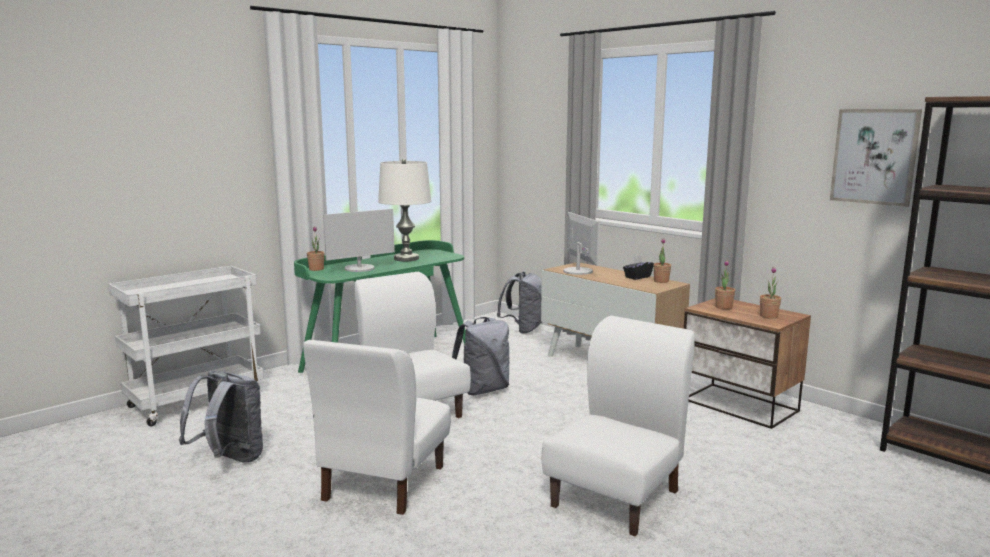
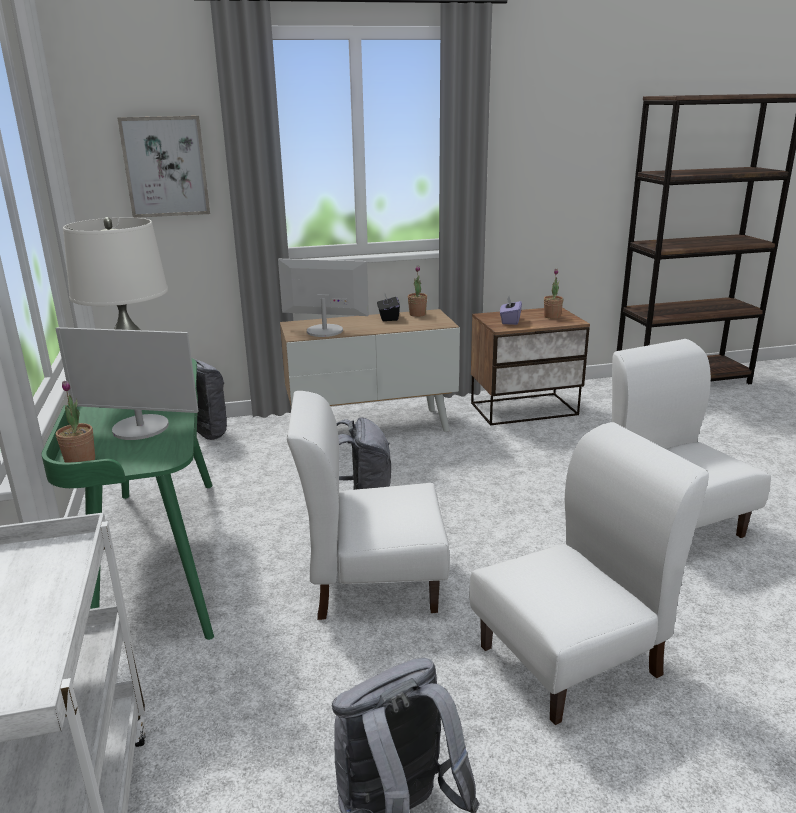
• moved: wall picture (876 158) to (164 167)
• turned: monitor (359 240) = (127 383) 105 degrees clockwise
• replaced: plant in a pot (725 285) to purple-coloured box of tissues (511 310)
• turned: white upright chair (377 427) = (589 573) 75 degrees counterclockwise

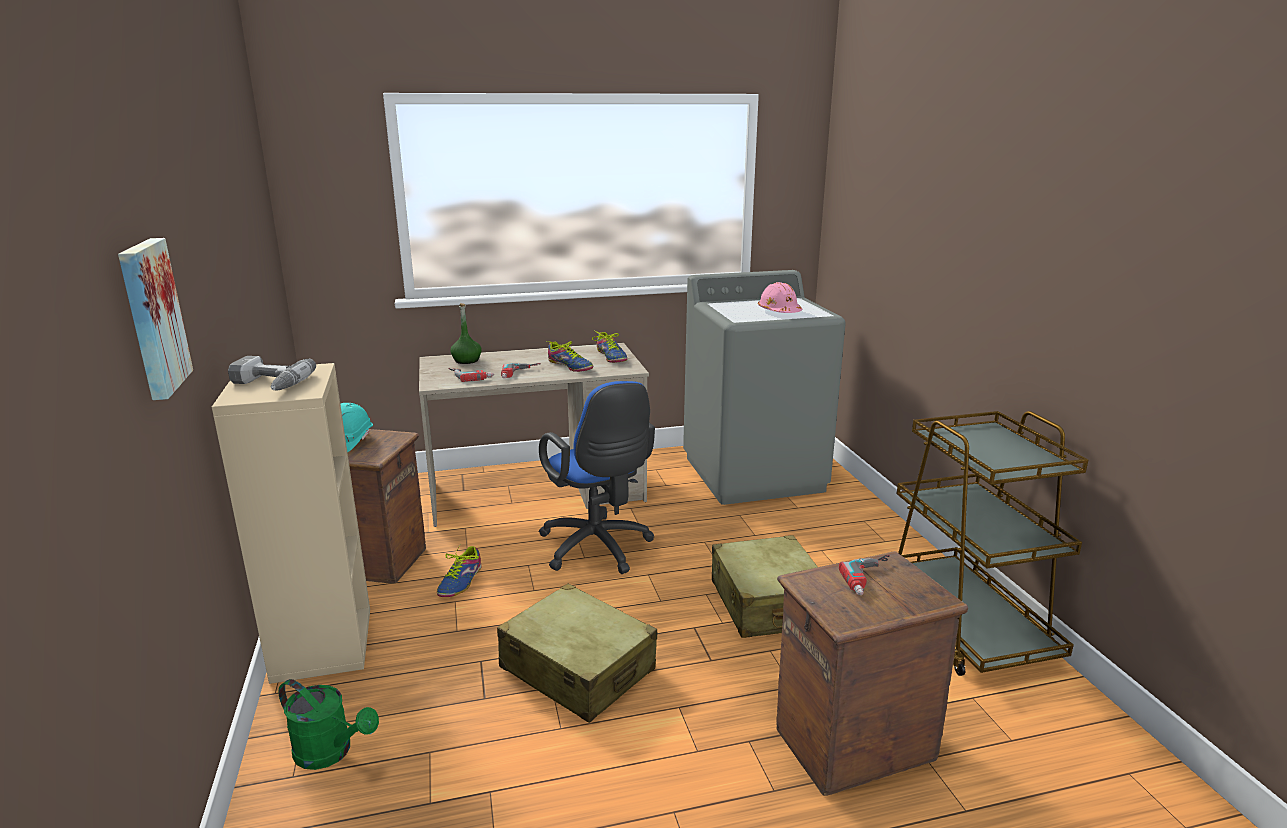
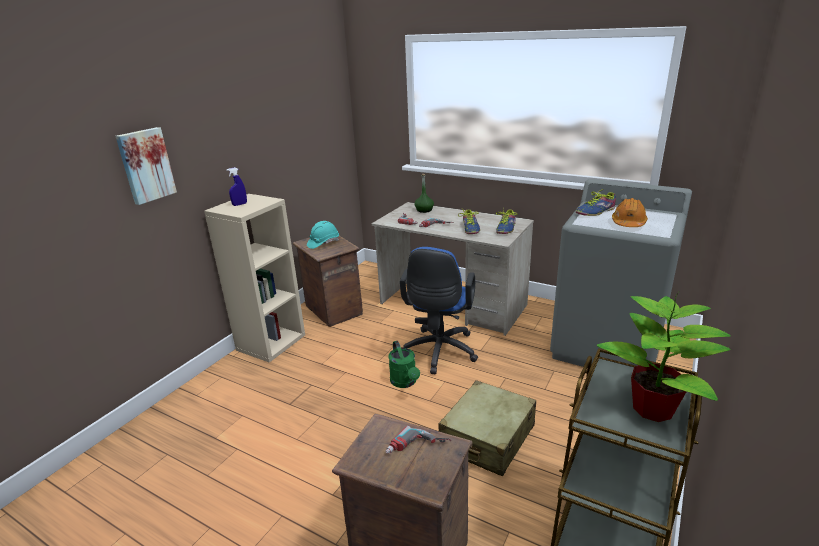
• recoloured: pinkish work helmet (780 297) to orange-coloured work helmet (630 212)
• replaced: power drill (272 373) to bluish spray bottle (237 186)
• moved: low shoe (459 570) to (596 202)
• removed: sand-coloured travel case (577 653)
• moved: green-coloured watering can (329 724) to (404 364)
• added: plant in a pot (664 357)

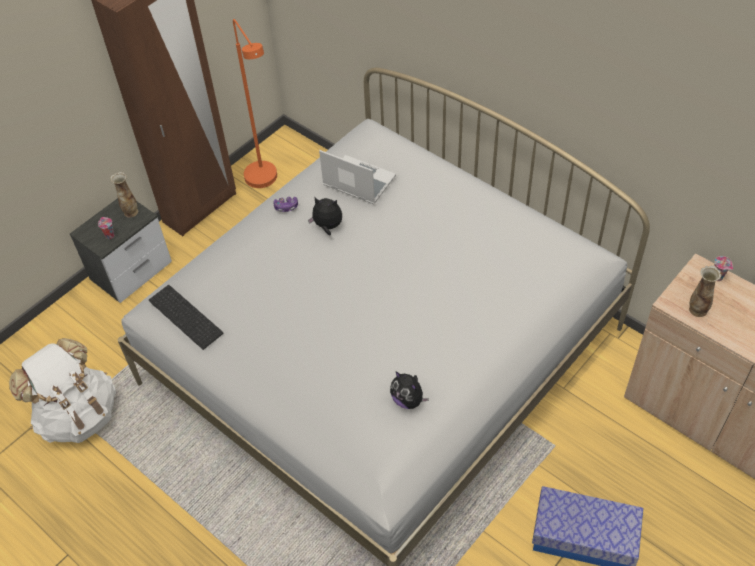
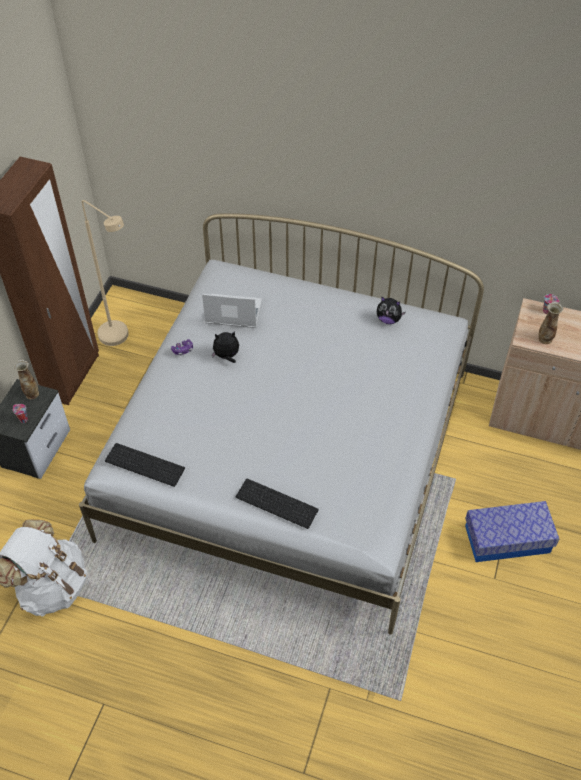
• recoloured: orange-coloured standard lamp (255 103) to sand-coloured standard lamp (105 273)
• moved: cuddly toy (409 390) to (391 310)
• added: PC keyboard (277 504)

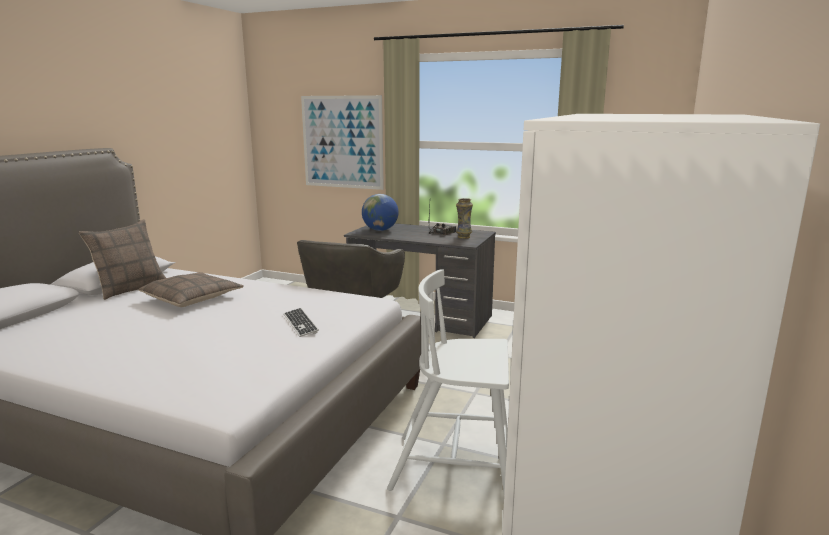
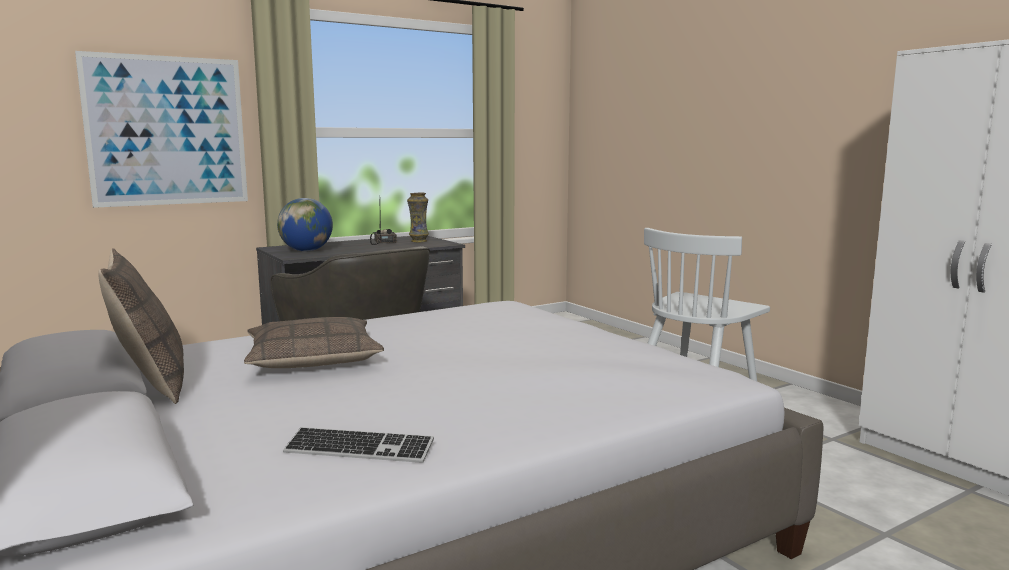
• moved: PC keyboard (301 322) to (358 445)

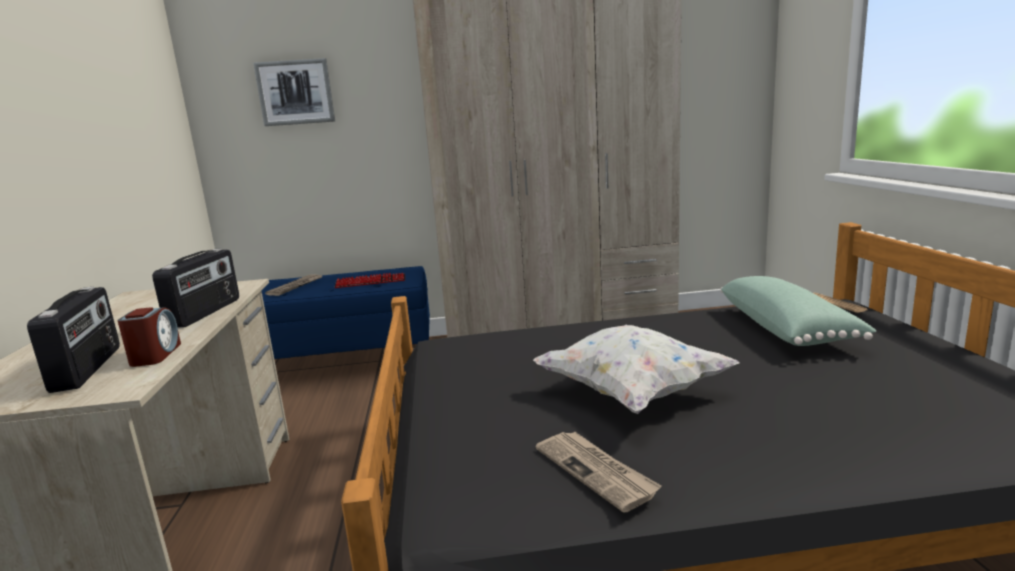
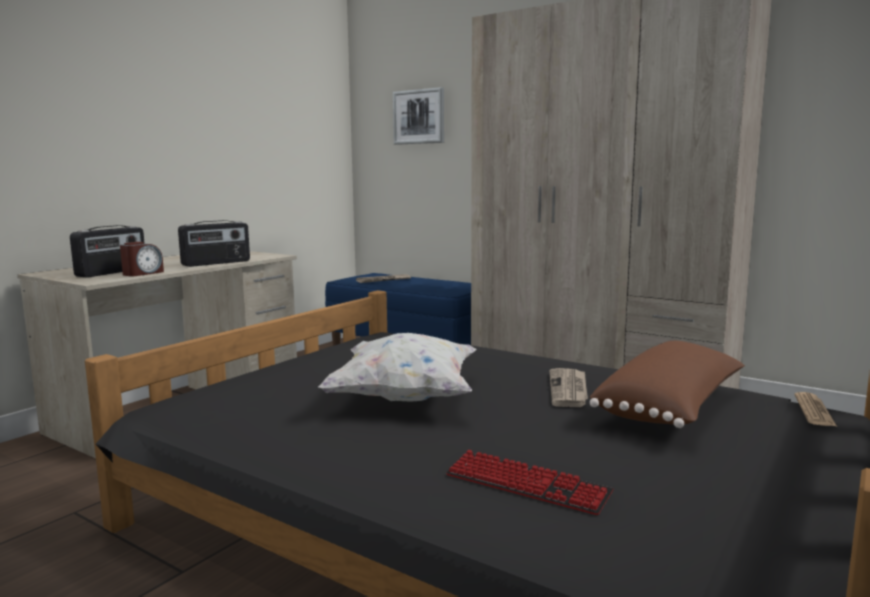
• moved: PC keyboard (369 280) to (529 482)
• recoloured: green-coloured cushion (798 311) to brown-coloured cushion (667 384)
• moved: newspaper (598 472) to (568 387)

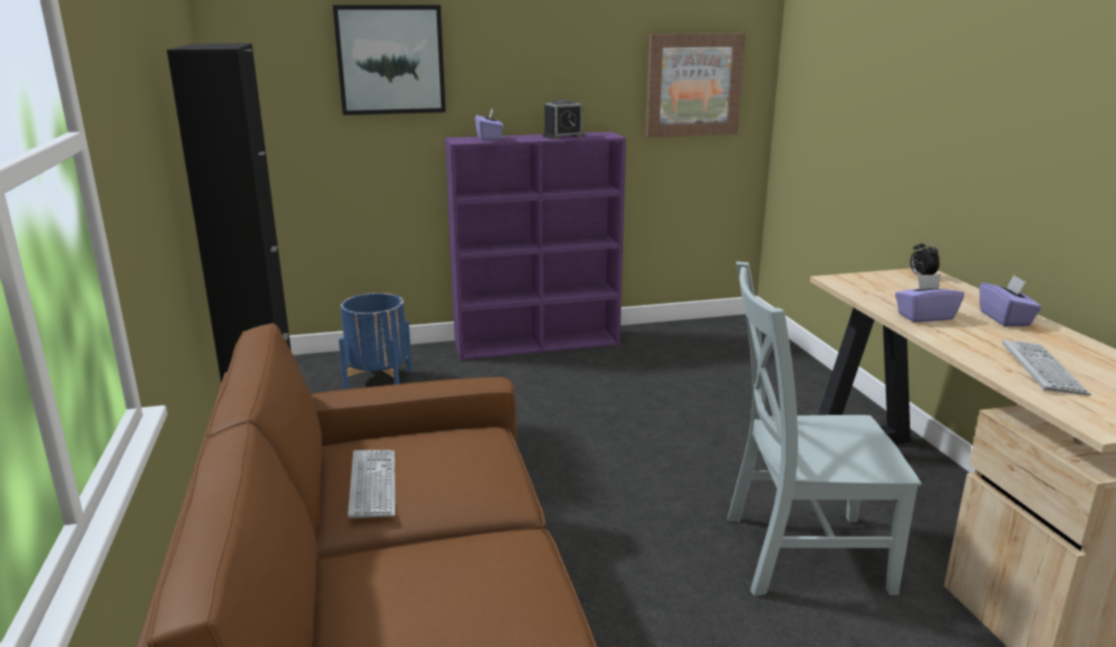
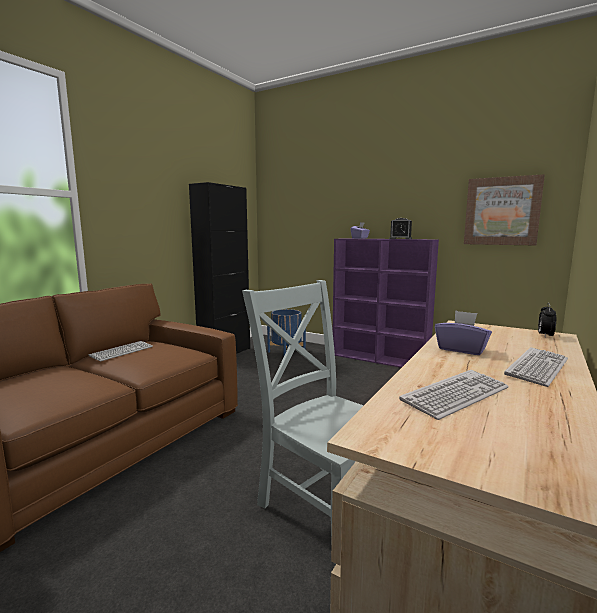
• removed: wall picture (389 60)
• replaced: purple-coloured box of tissues (1010 301) to PC keyboard (536 367)

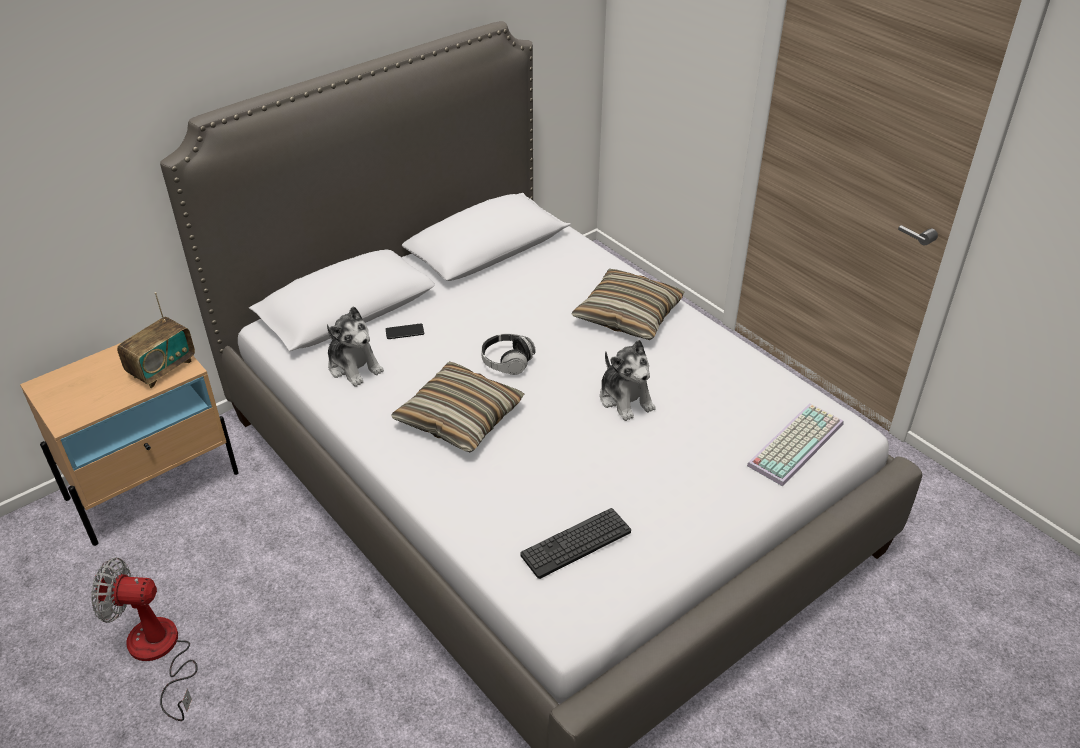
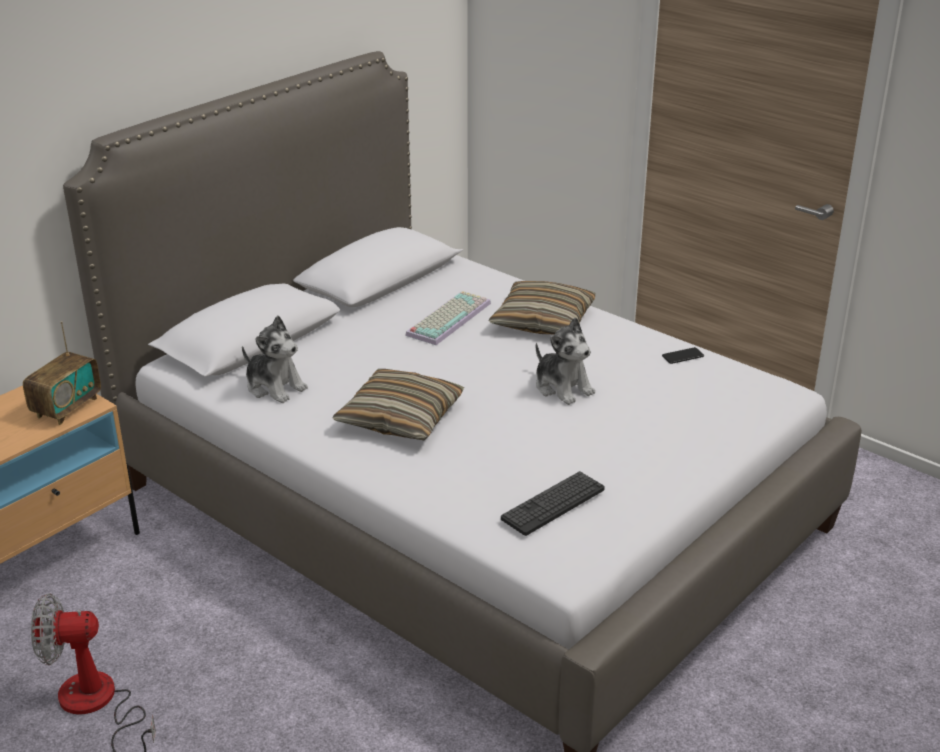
• moved: telephone (404 331) to (683 355)
• removed: headphones (508 354)
• moved: PC keyboard (795 445) to (448 318)

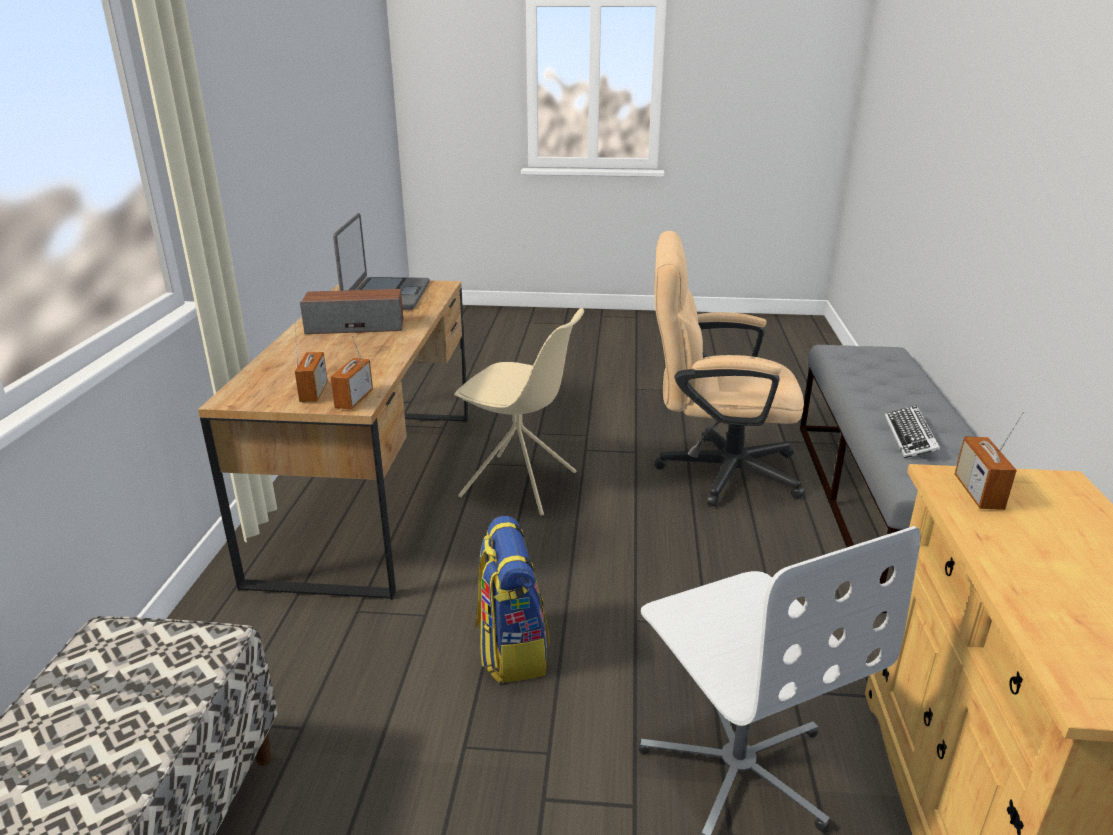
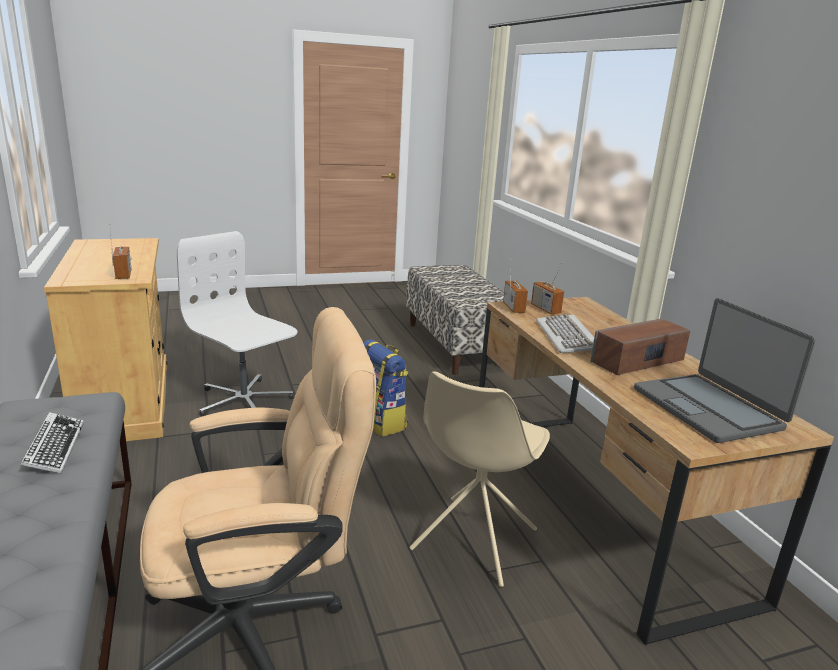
• turned: sand-coloured upright chair (519 412) = (479 479) 60 degrees counterclockwise
• added: PC keyboard (565 333)

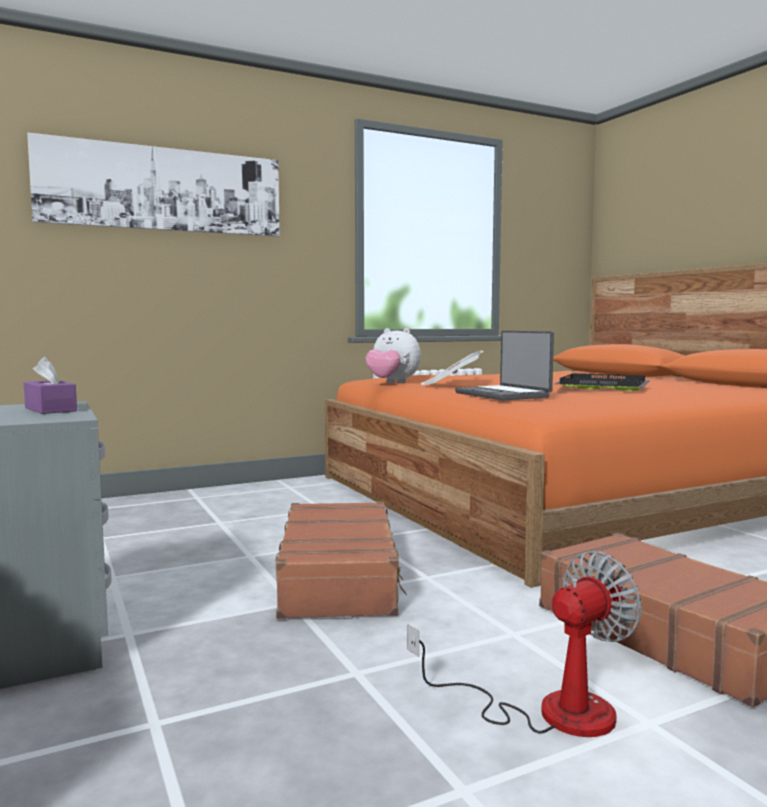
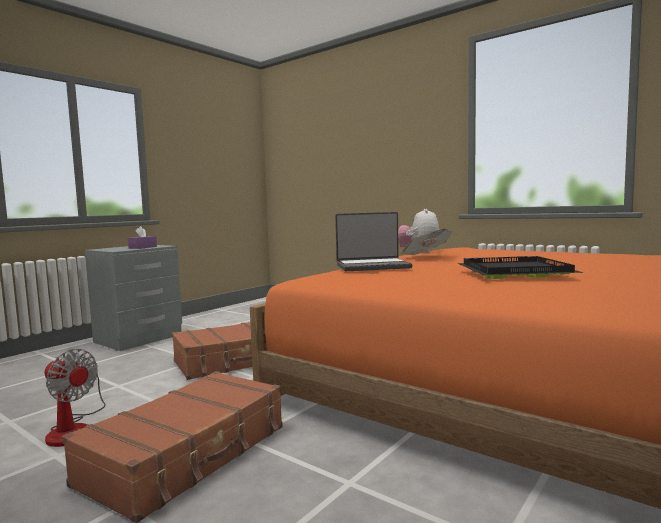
• removed: wall picture (153 185)
• turned: notebook computer (504 365) = (373 241) 135 degrees counterclockwise

